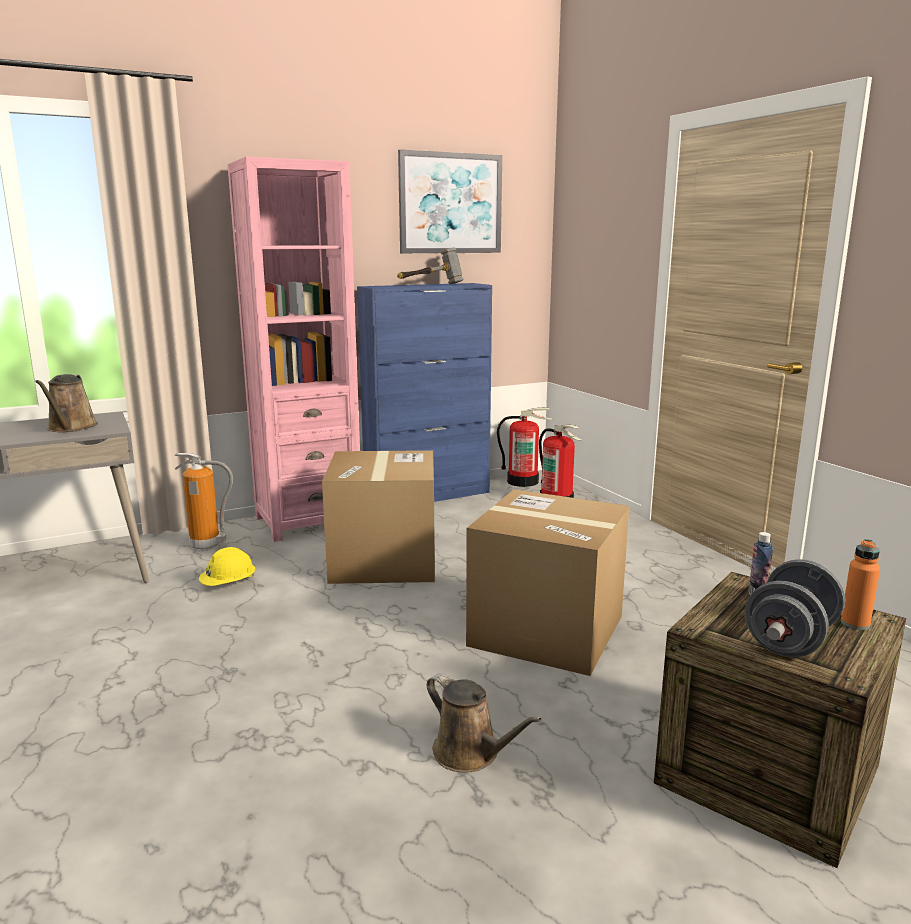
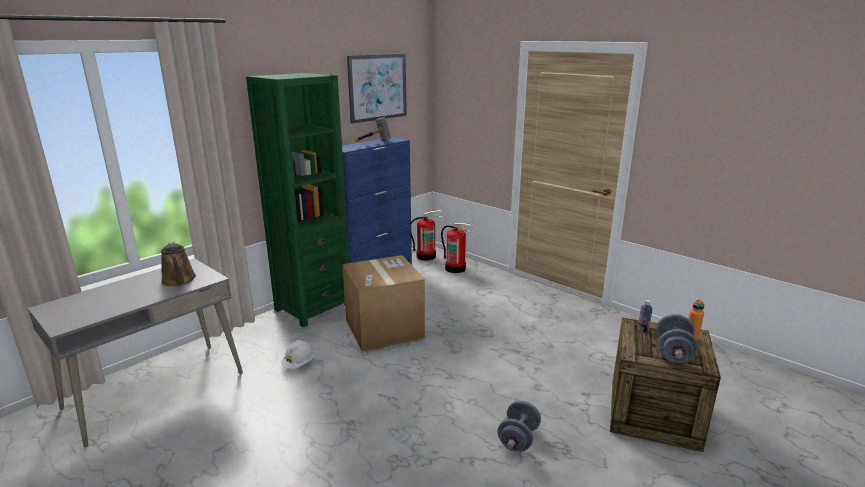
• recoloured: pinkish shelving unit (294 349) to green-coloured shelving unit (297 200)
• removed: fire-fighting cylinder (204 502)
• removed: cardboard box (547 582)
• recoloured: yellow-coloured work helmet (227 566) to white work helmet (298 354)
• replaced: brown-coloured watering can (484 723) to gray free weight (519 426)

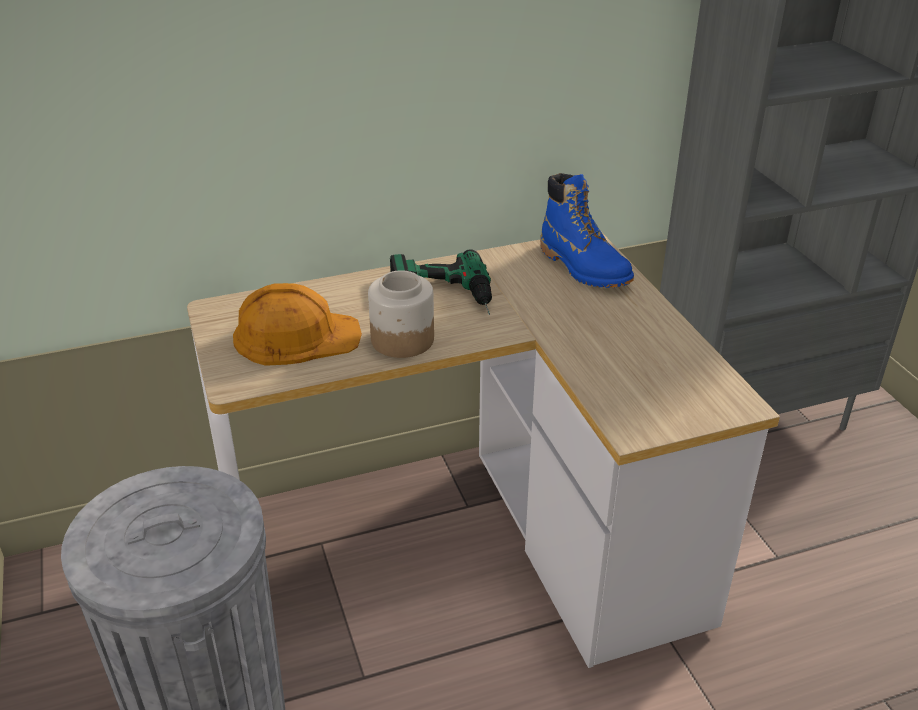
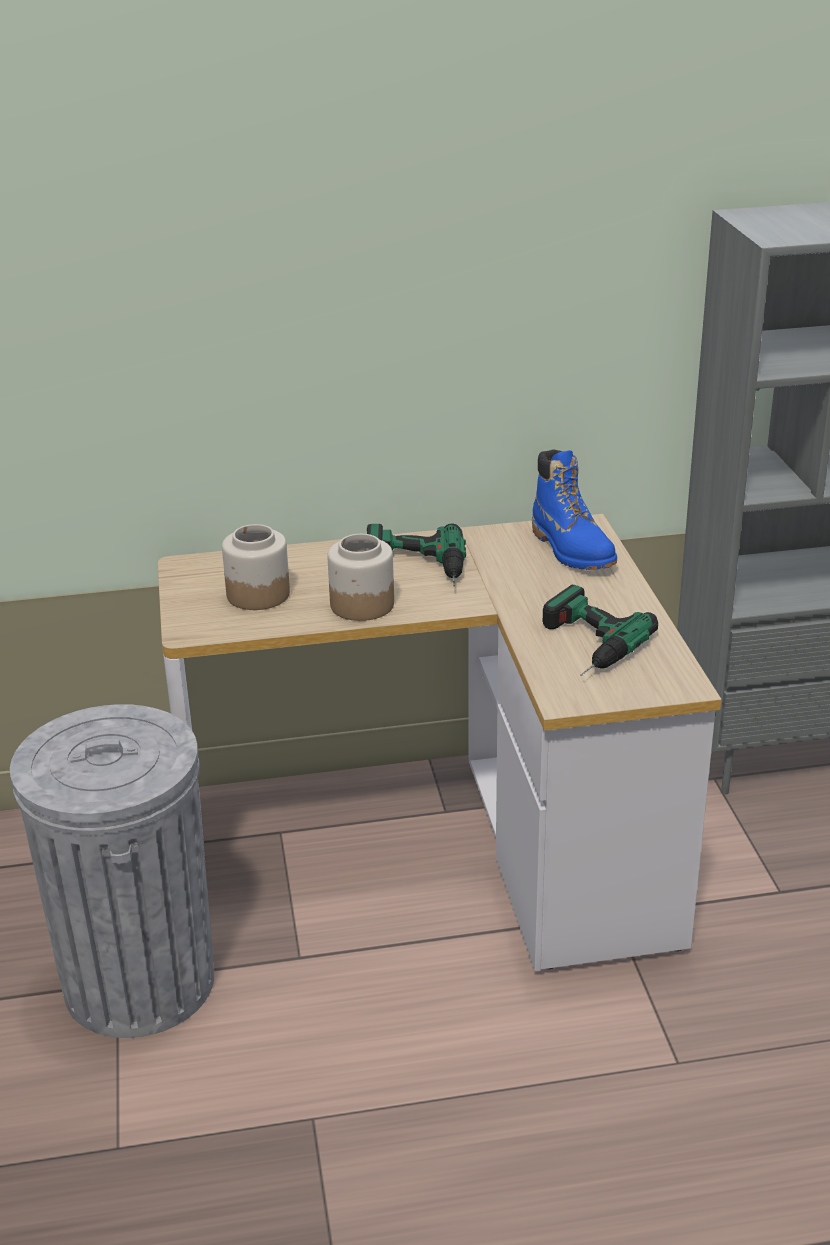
• replaced: orange-coloured work helmet (297 324) to preserve jar (256 567)
• added: power drill (600 630)

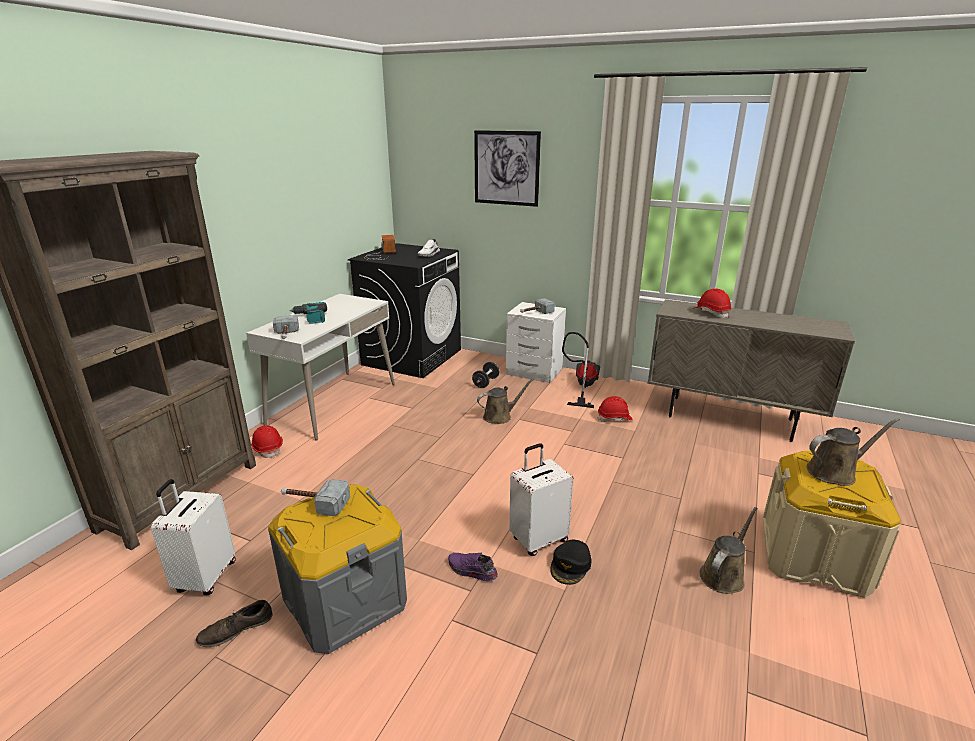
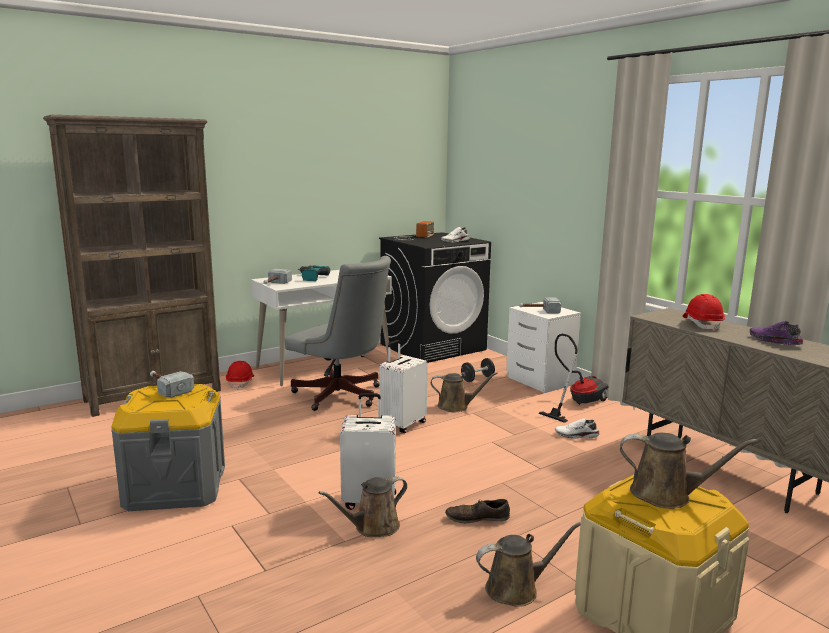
• removed: wall picture (507 168)
• replaced: red work helmet (615 409) to white low shoe (577 428)
• moved: white travel case (193 537) to (403 386)
• replaced: blackish cap (570 562) to brown-coloured watering can (363 506)
• moved: purple-coloured low shoe (473 566) to (776 333)
• moved: brown-coloured low shoe (234 623) to (477 511)
• added: gray computer chair (337 333)

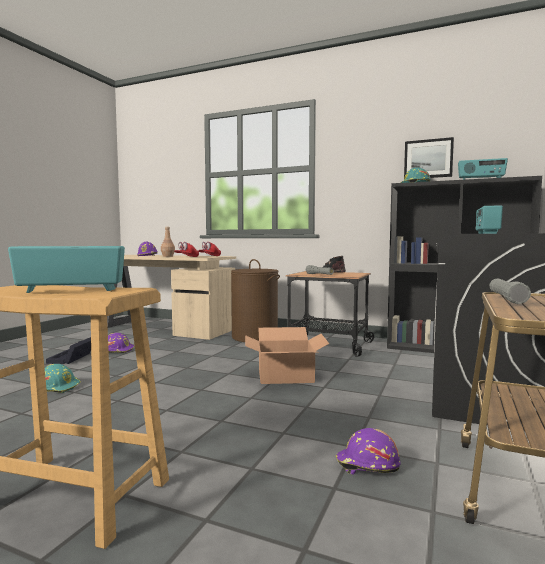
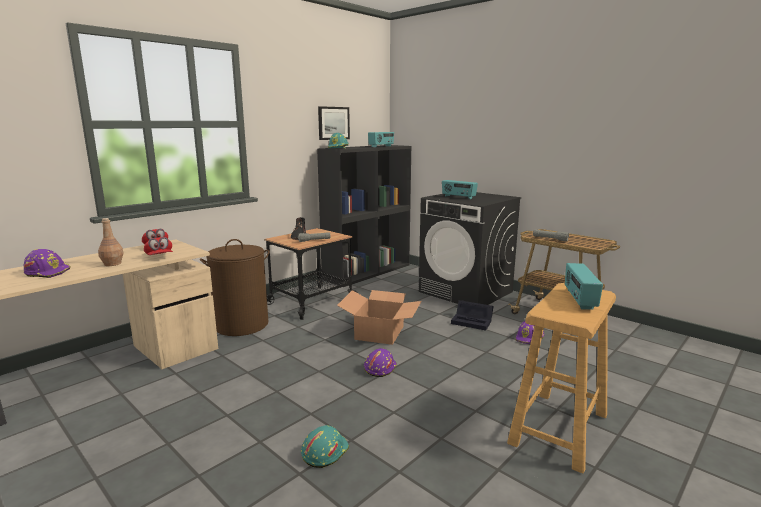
• moved: purple-coloured work helmet (121 343) to (380 362)
• moved: blackish storage box (68 350) to (472 315)

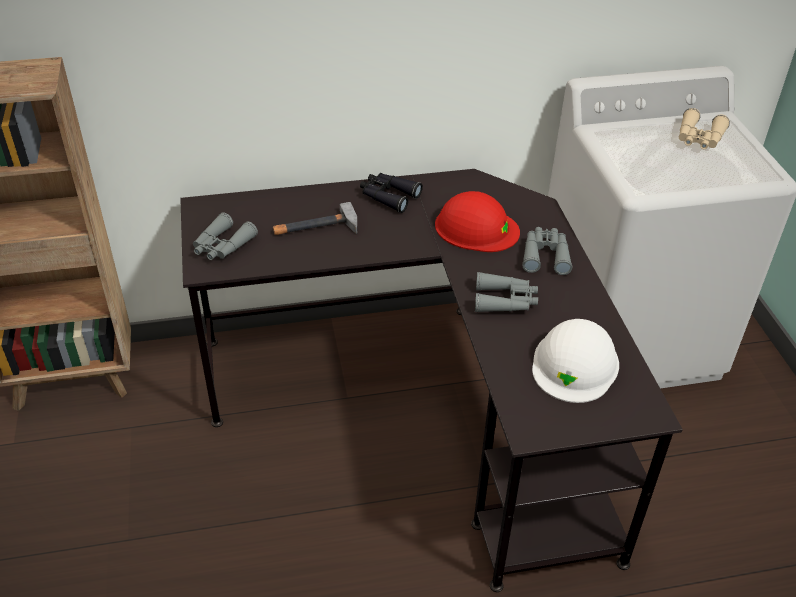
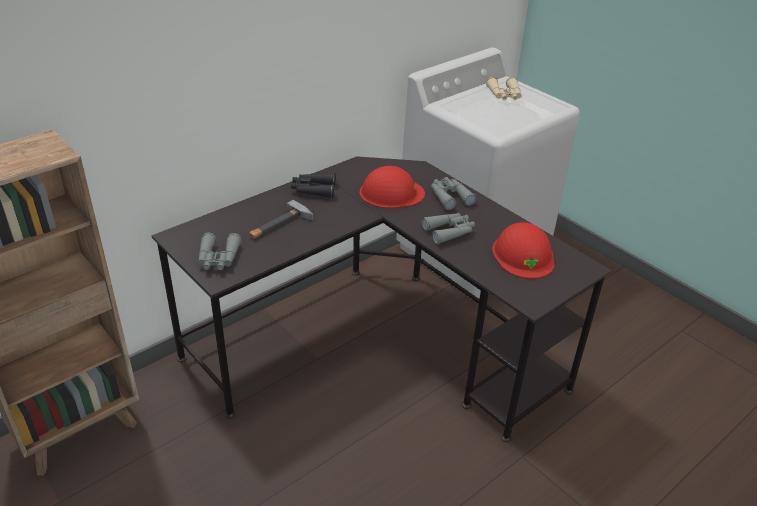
• recoloured: white work helmet (575 361) to red work helmet (523 250)

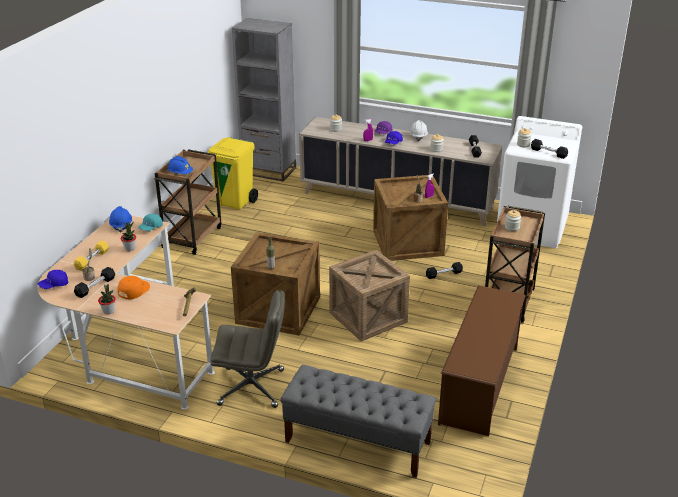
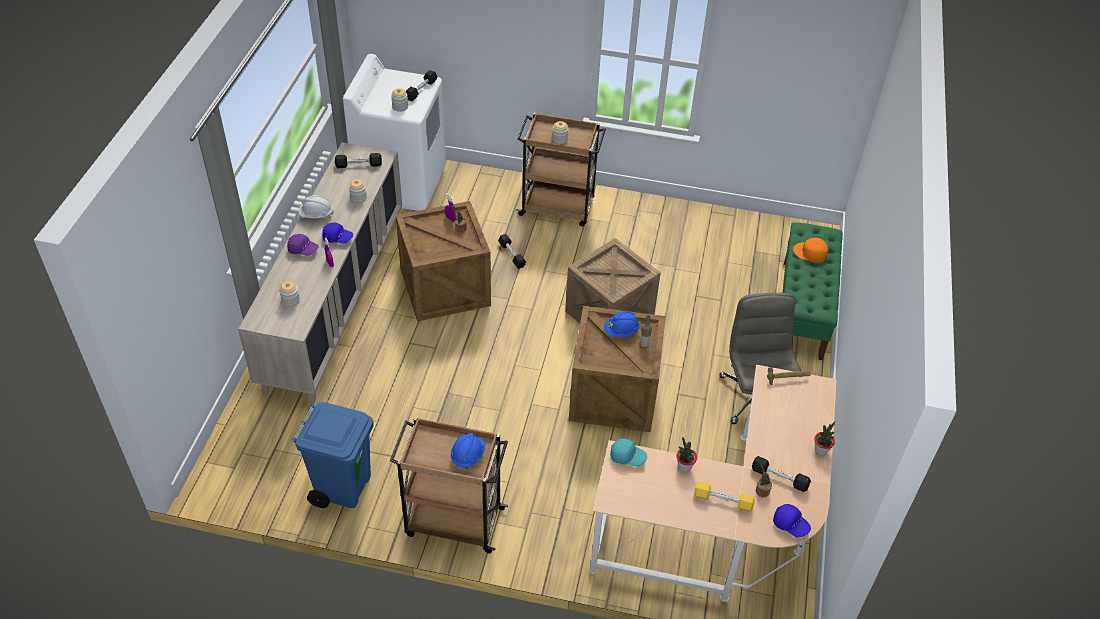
• removed: gray shelving unit (264 100)
• recoloured: yellow-coloured rubbish bin (232 173) to bluish rubbish bin (333 455)
• moved: bluish work helmet (120 219) to (622 324)
• moved: orange-coloured cap (134 288) to (810 250)
• removed: brown-coloured shoe stand (482 360)
• recoloured: gray long seat (358 421) to green-coloured long seat (812 291)

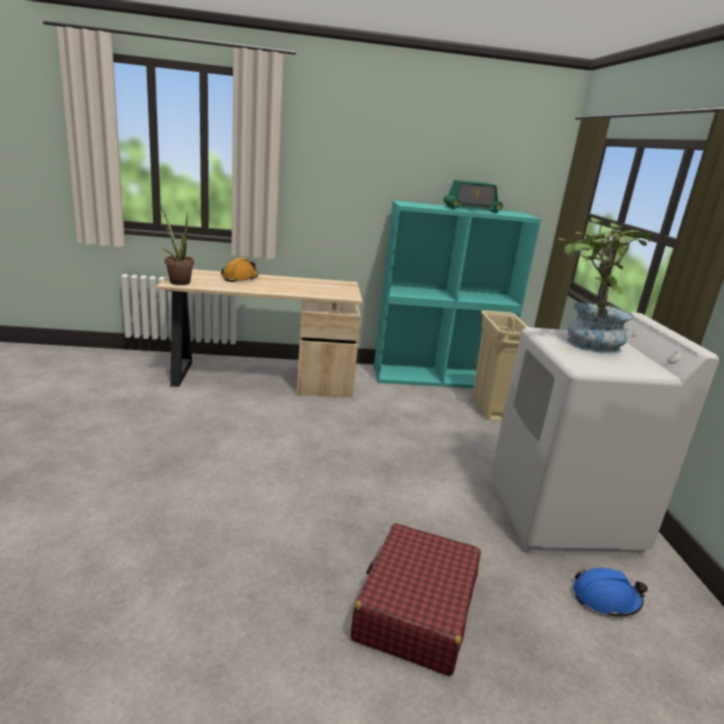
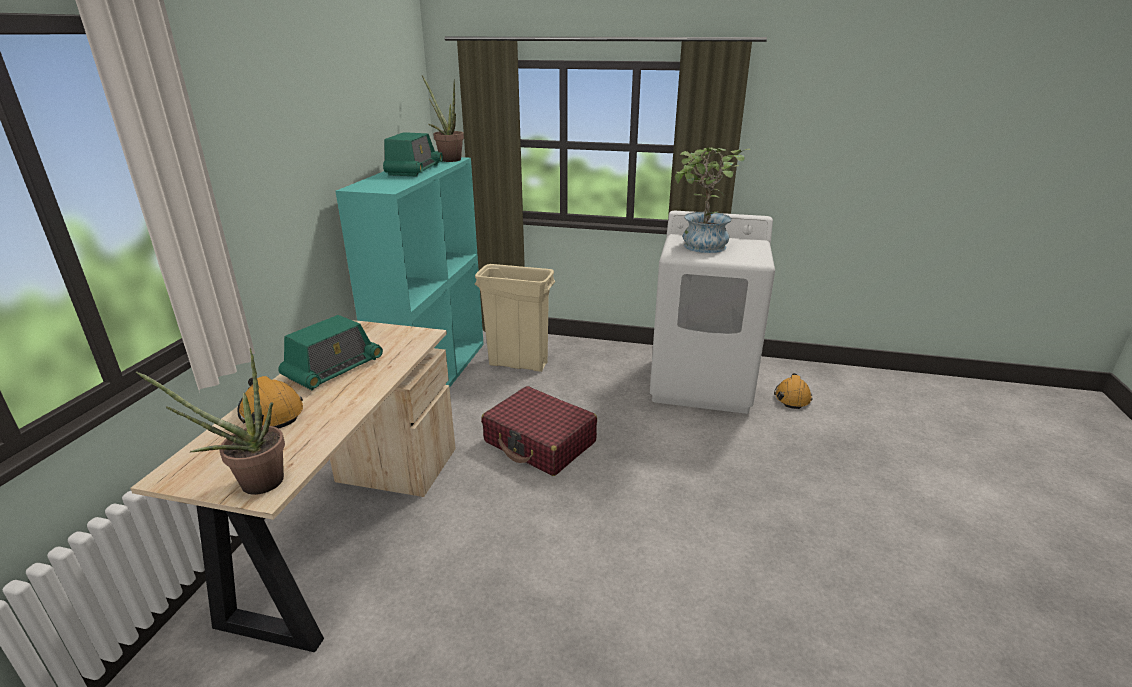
• moved: red travel case (416 599) to (539 431)
• recoloured: bluish work helmet (610 593) to orange-coloured work helmet (793 391)
• added: plant in a pot (443 119)
• added: radio set (330 352)

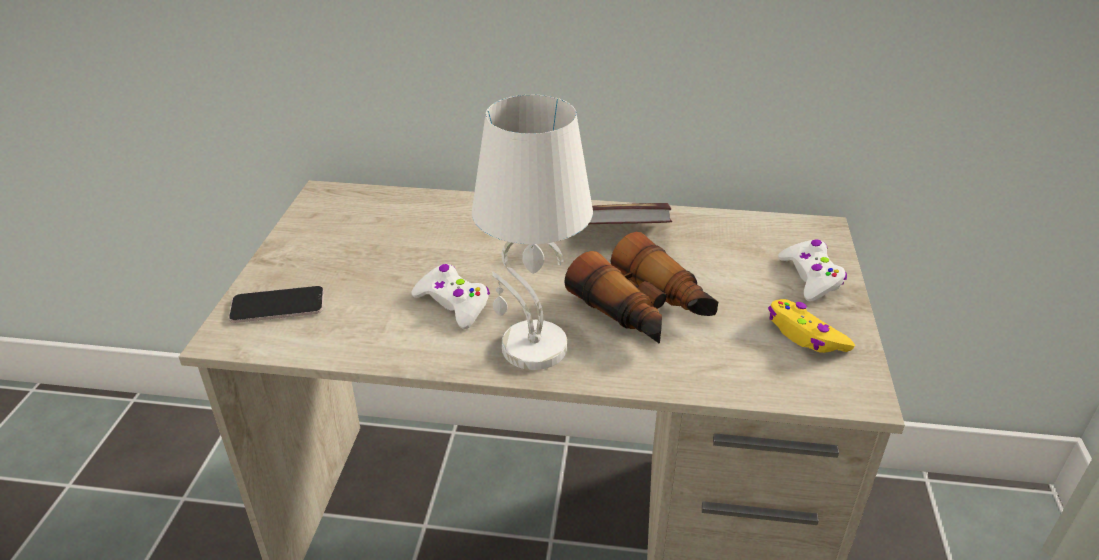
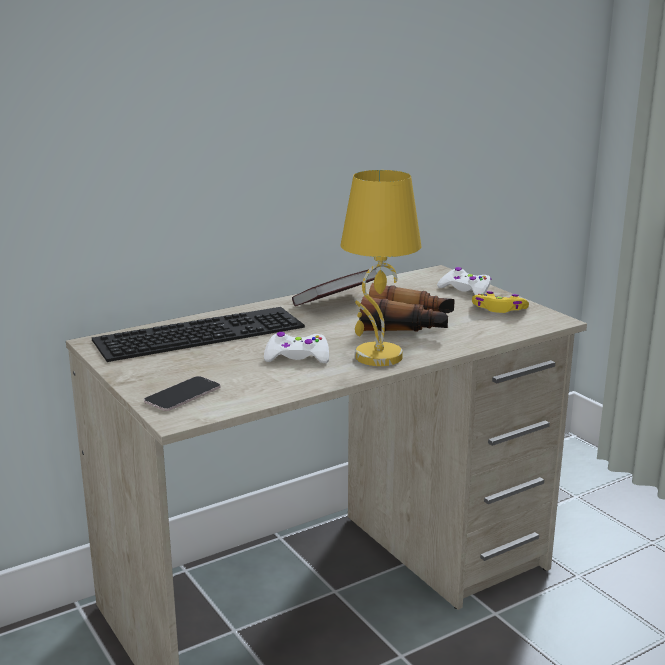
• recoloured: white lamp for a table (532 232) to yellow-coloured lamp for a table (381 268)
• added: PC keyboard (198 334)

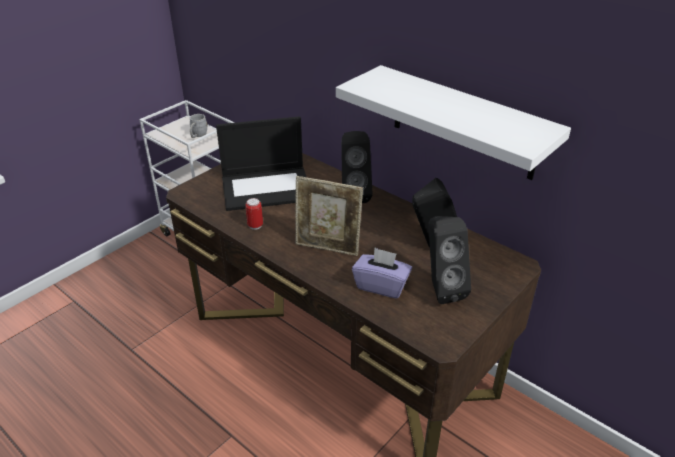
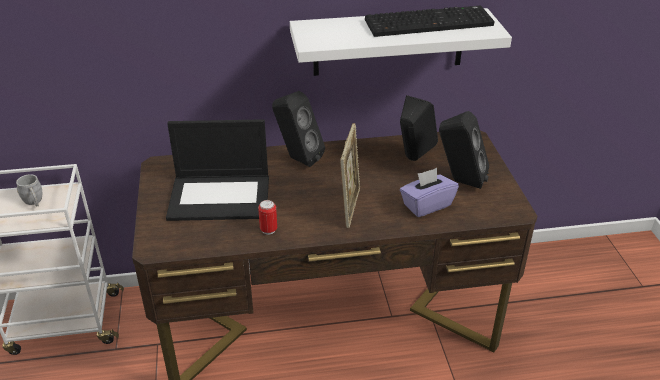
• turned: notebook computer (261 163) = (217 170) 60 degrees clockwise
• turned: standing frame (329 216) = (350 175) 45 degrees counterclockwise
• added: PC keyboard (430 21)

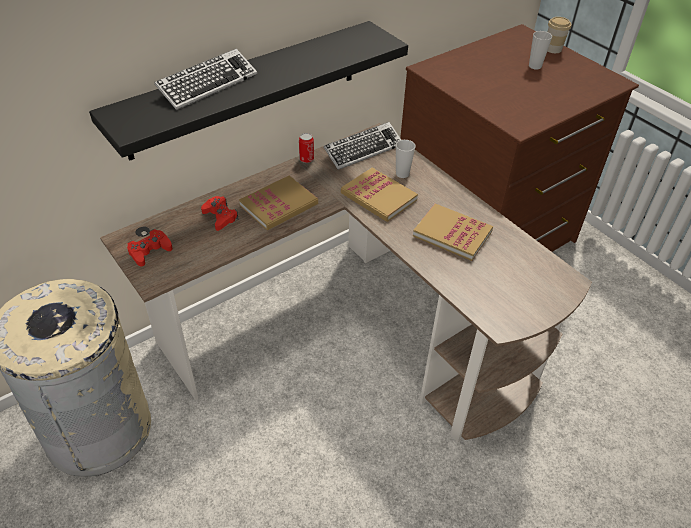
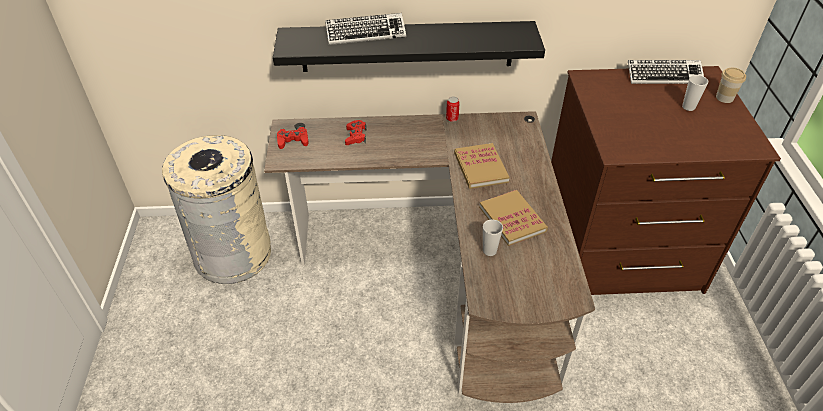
• moved: PC keyboard (362 146) to (666 72)
• moved: cup (405 159) to (493 237)
• removed: volume (278 203)

